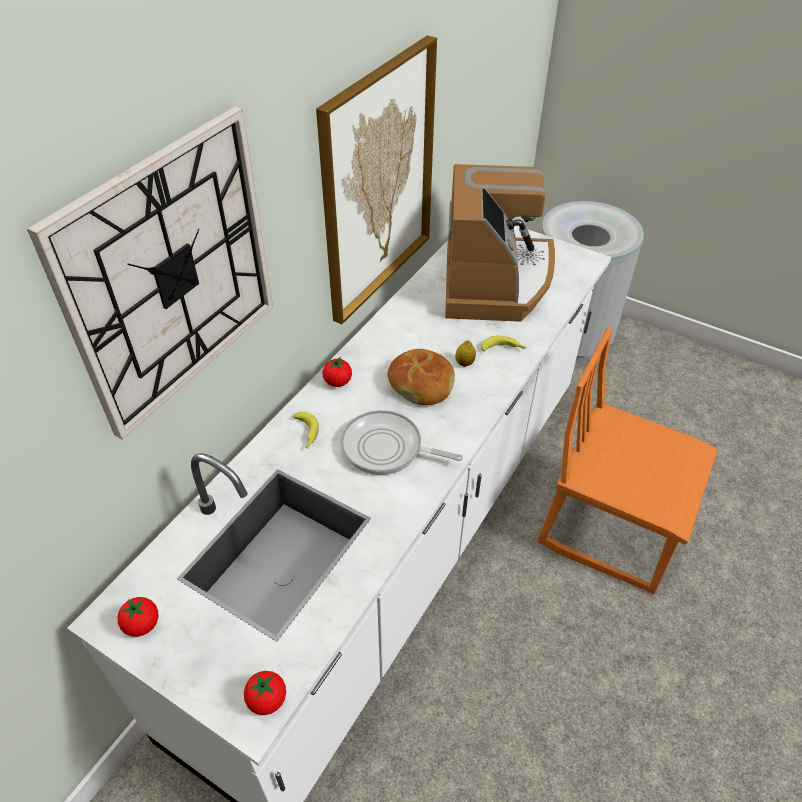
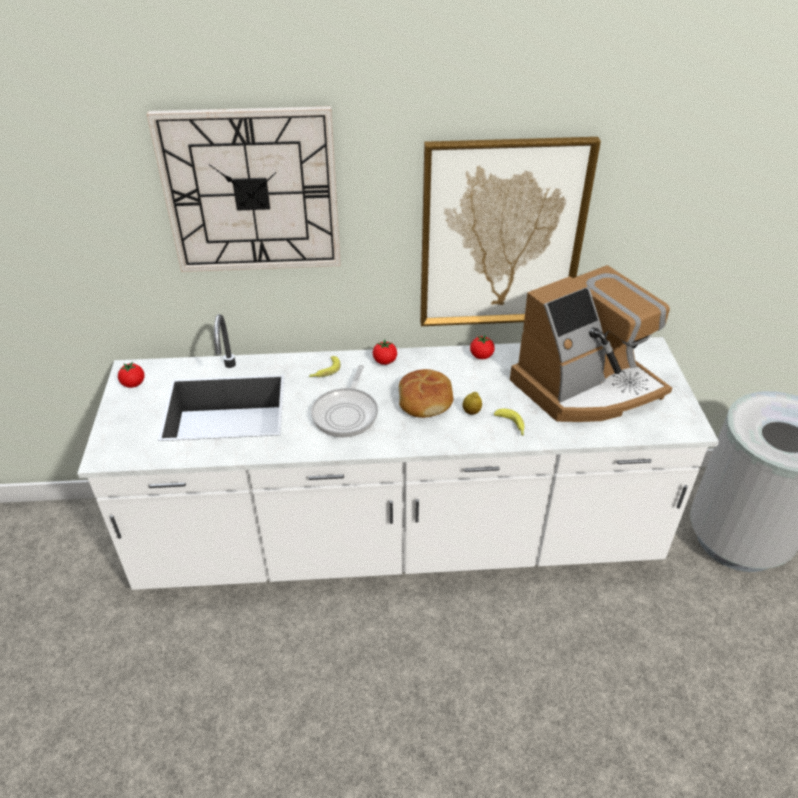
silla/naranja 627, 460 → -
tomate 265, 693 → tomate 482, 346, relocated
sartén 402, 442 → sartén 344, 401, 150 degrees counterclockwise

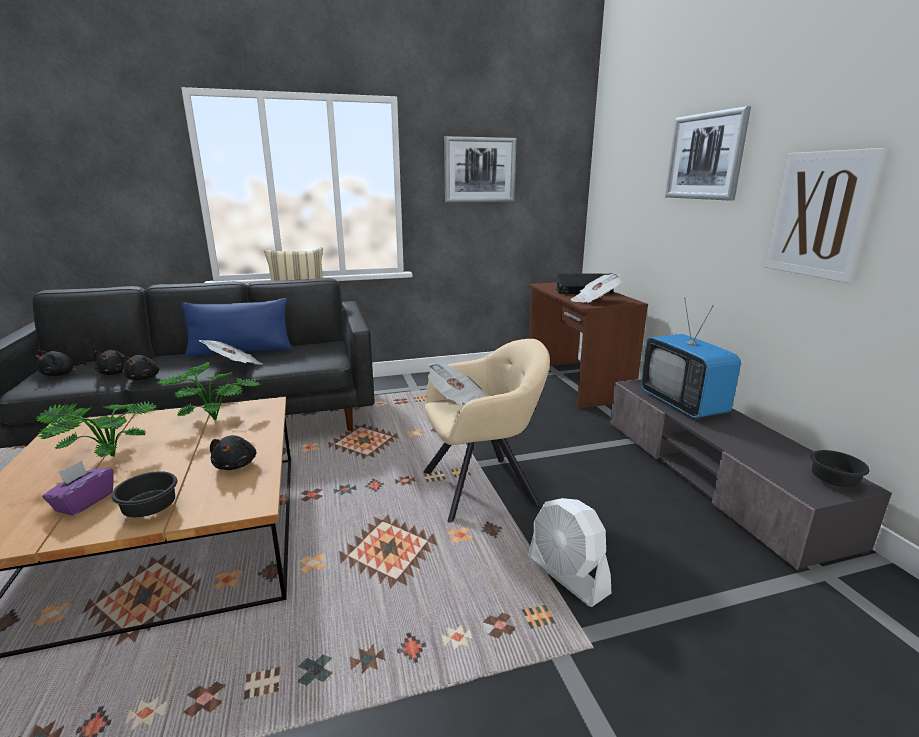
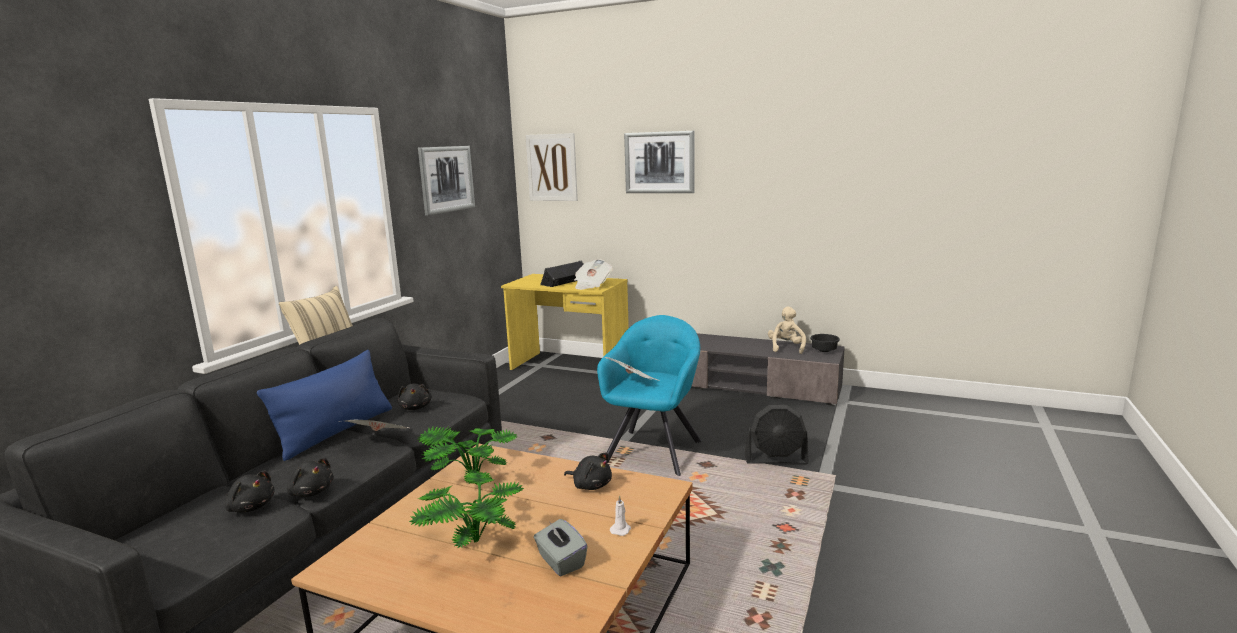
televisor 691, 358 → -
- → peluche/beis 787, 330
peluche/negro 61, 363 → peluche/negro 415, 397, relocated
cuadro 825, 215 → cuadro 551, 167, relocated
cuenco/negro 144, 494 → vela/blanco 620, 515
caja de pañuelos/morado 78, 488 → caja de pañuelos/gris 560, 547
sillón/beis 486, 431 → sillón/turquesa 649, 395
escritorio/marrón 588, 345 → escritorio/amarillo 565, 322
ventilador/blanco 569, 552 → ventilador/negro 776, 435

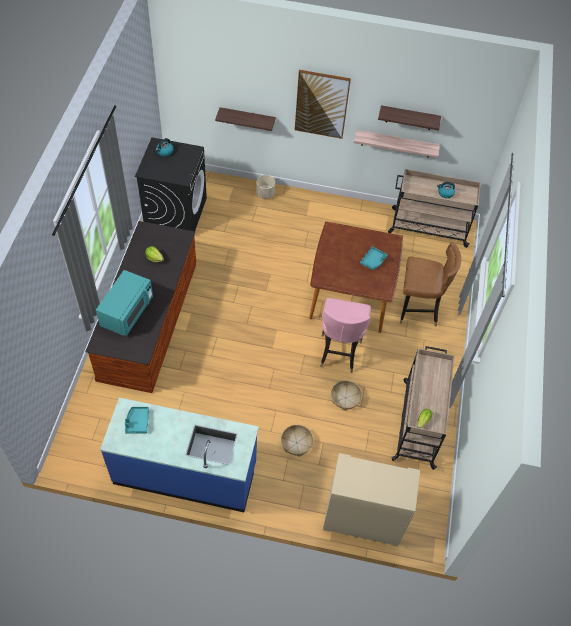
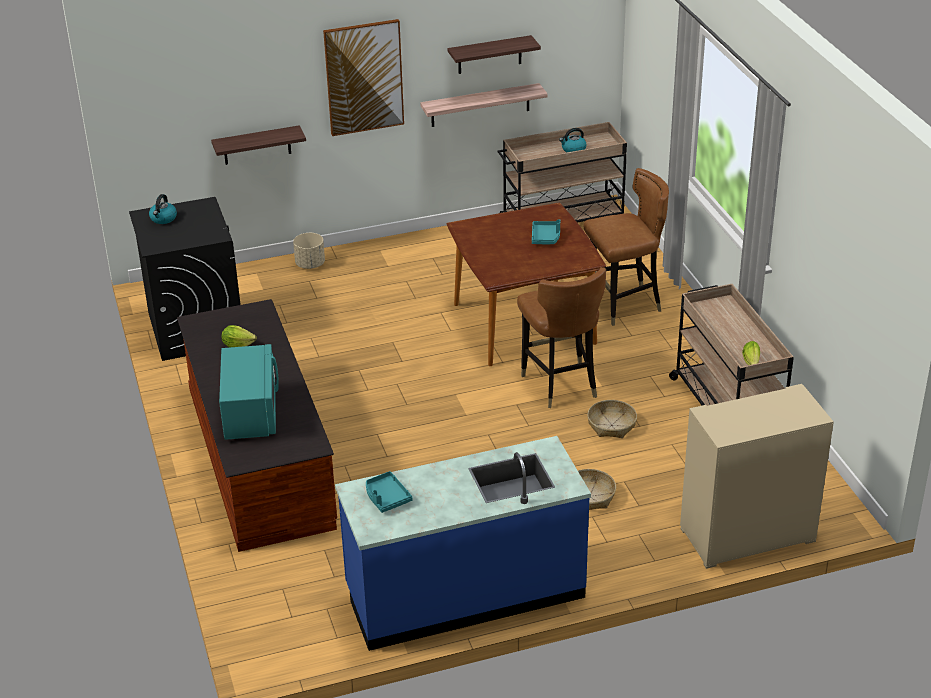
silla/rosa 345, 335 → silla/marrón 561, 337

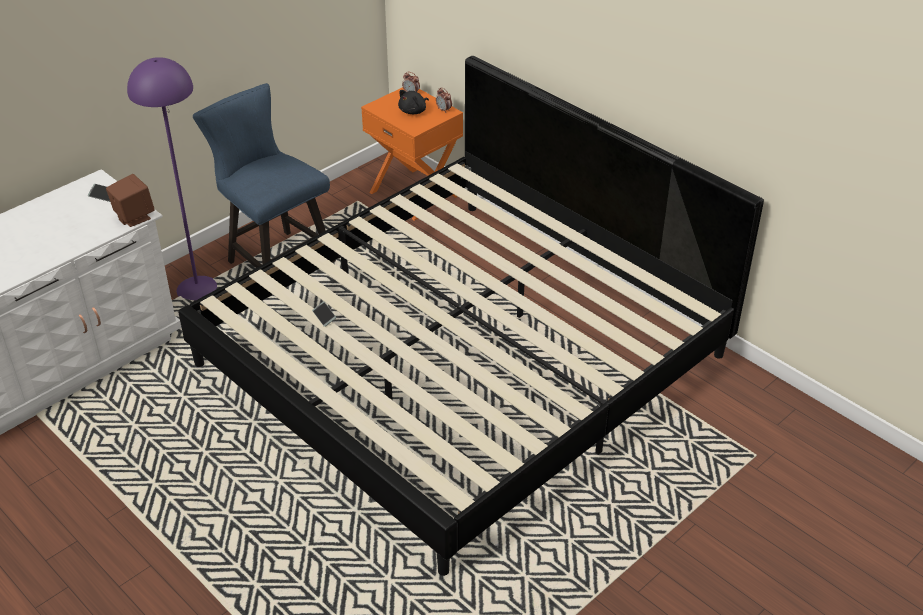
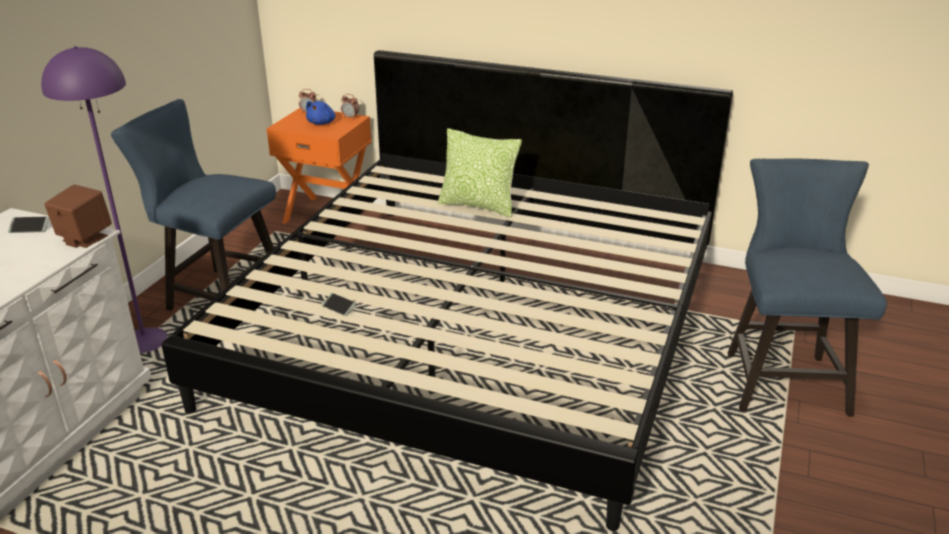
- → cojín 480, 172
- → silla/azul 807, 288
peluche/negro 413, 102 → peluche/azul 320, 113

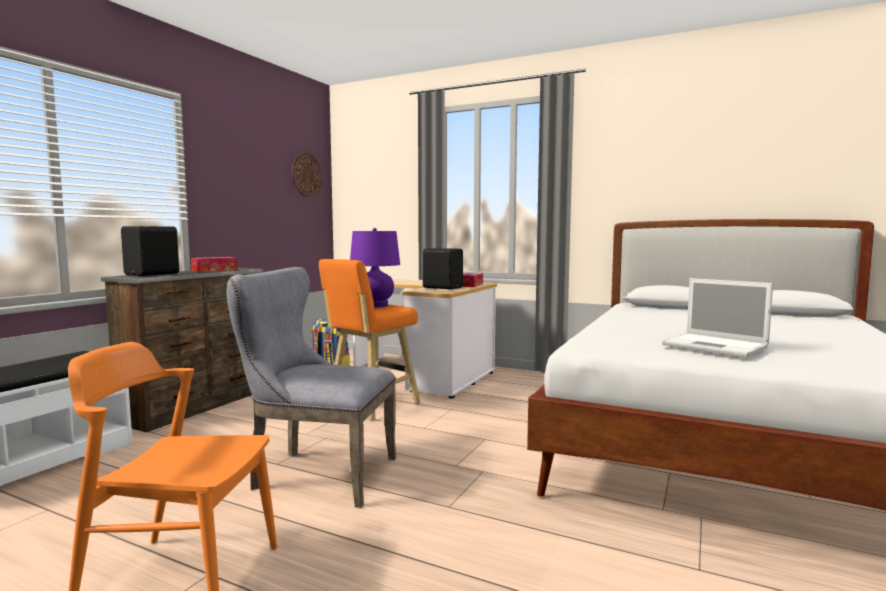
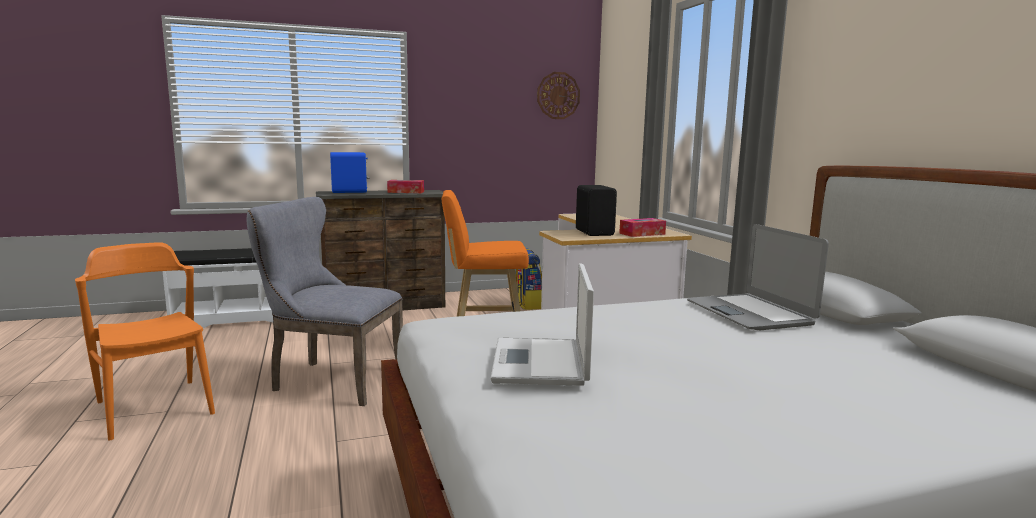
lámpara de mesa/morado 375, 267 → -
- → portátil 758, 277
altavoz/negro 150, 251 → altavoz/azul 349, 172
silla/gris 311, 387 → silla/gris 325, 301, 45 degrees counterclockwise

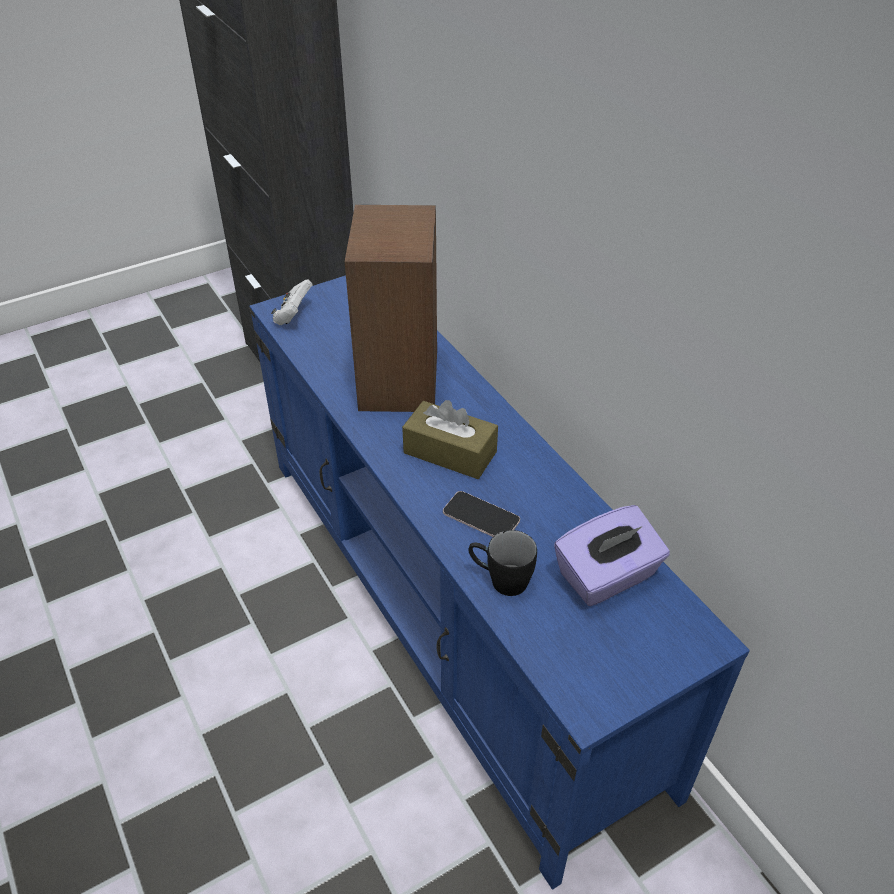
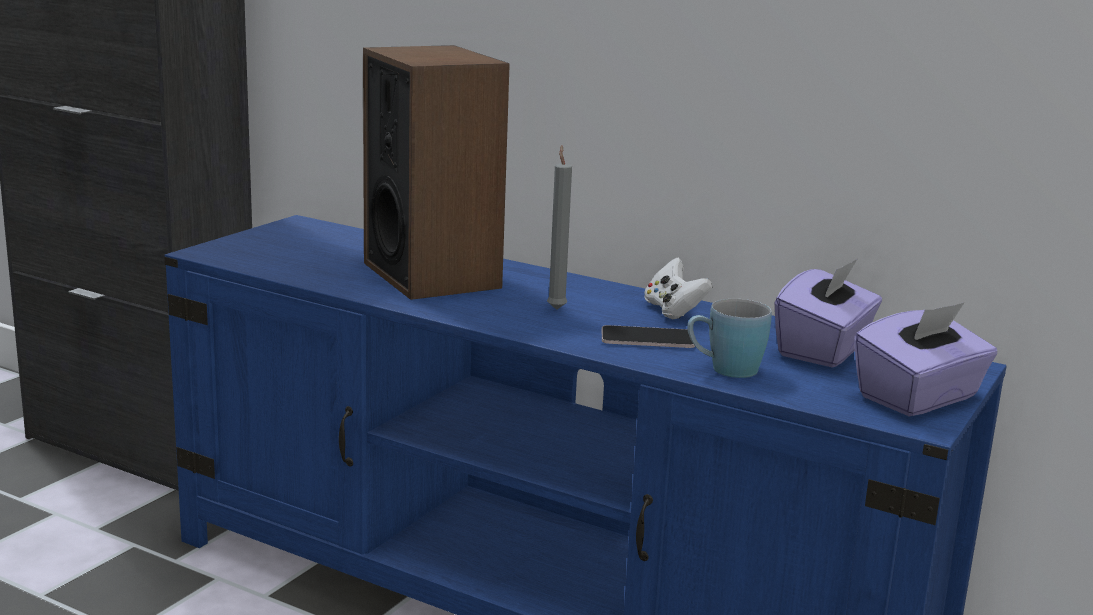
- → caja de pañuelos/morado 926, 359
mando de consola/blanco 291, 302 → mando de consola/blanco 678, 288, relocated
caja de pañuelos/marrón 450, 439 → vela/gris 559, 227
taza grande/negro 502, 563 → taza grande/azul 730, 338

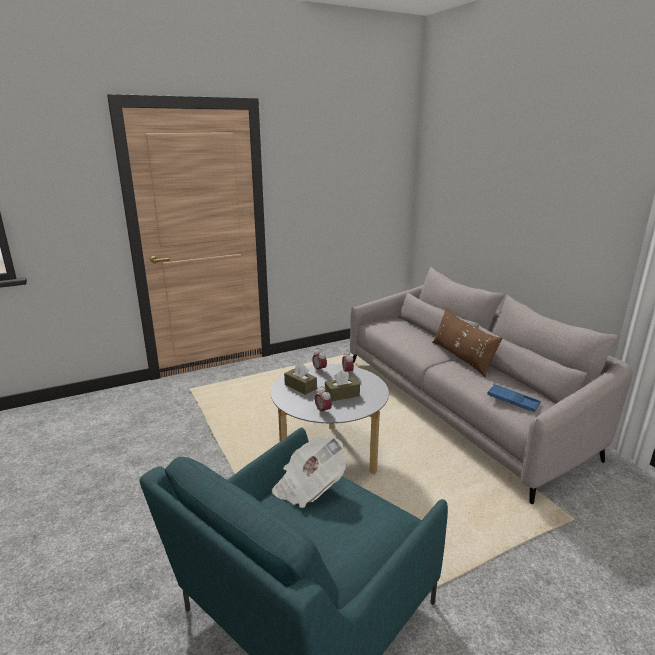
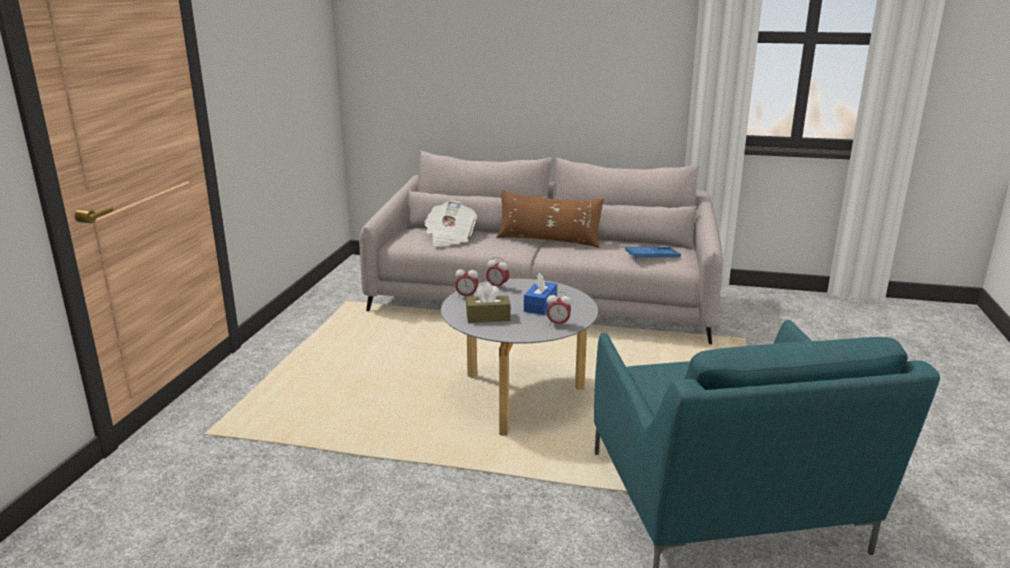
periódico 309, 472 → periódico 450, 224, relocated
caja de pañuelos/marrón 342, 385 → caja de pañuelos/azul 540, 293

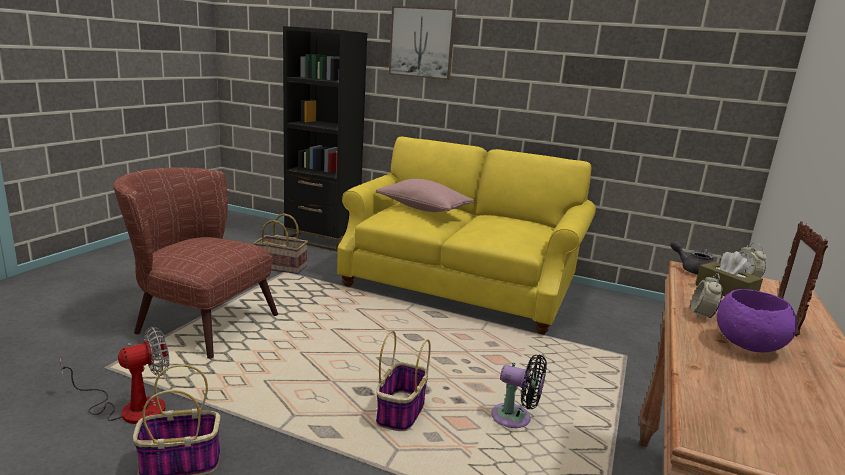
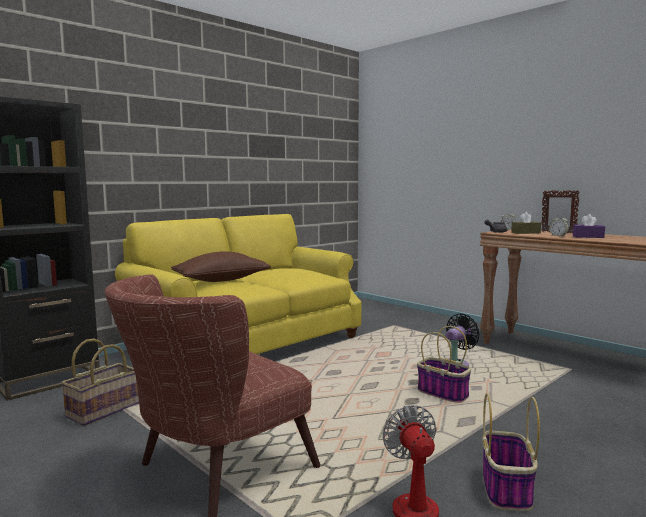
cuadro 422, 43 → -
cuenco/morado 757, 320 → caja de pañuelos/morado 589, 226
cojín/rosa 425, 195 → cojín/marrón 221, 266

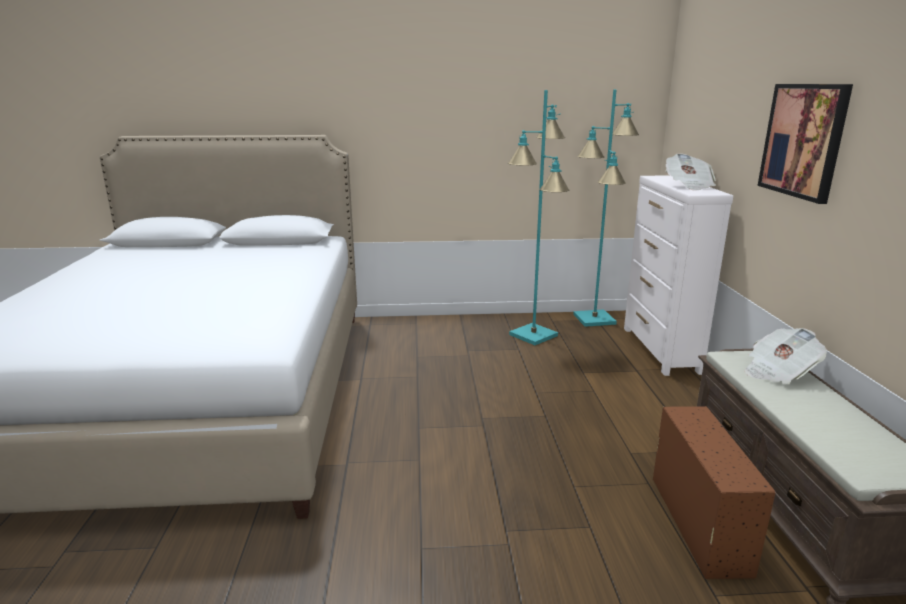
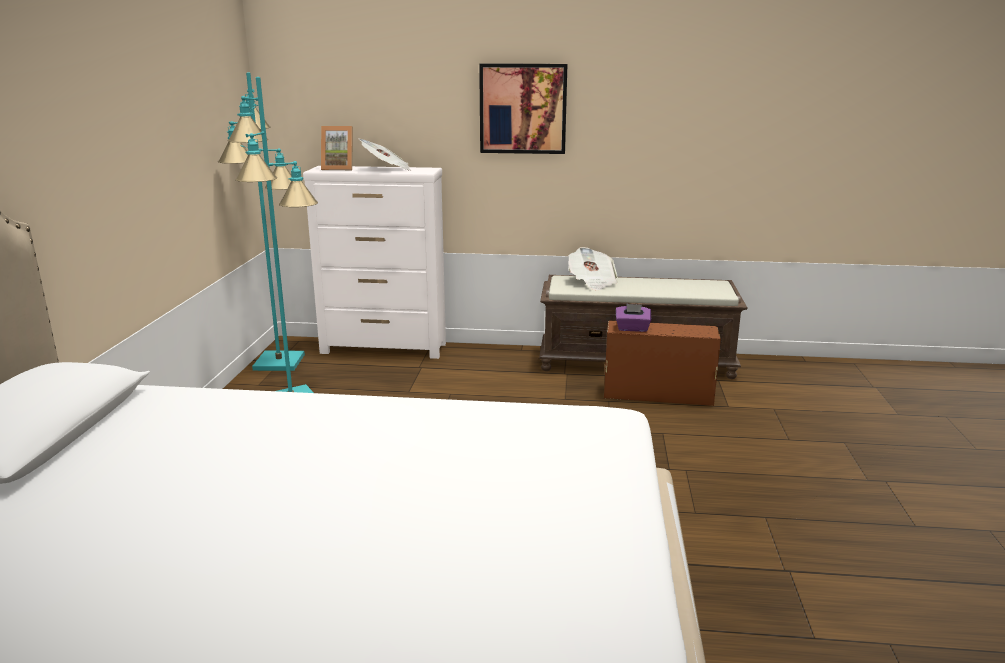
- → portarretratos 337, 148
- → caja de pañuelos/morado 633, 318

